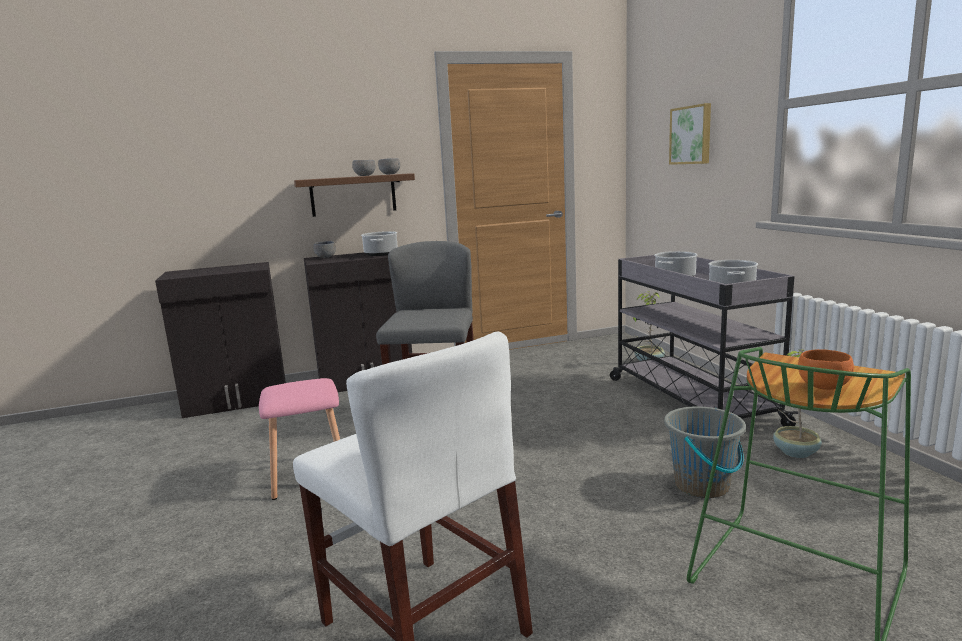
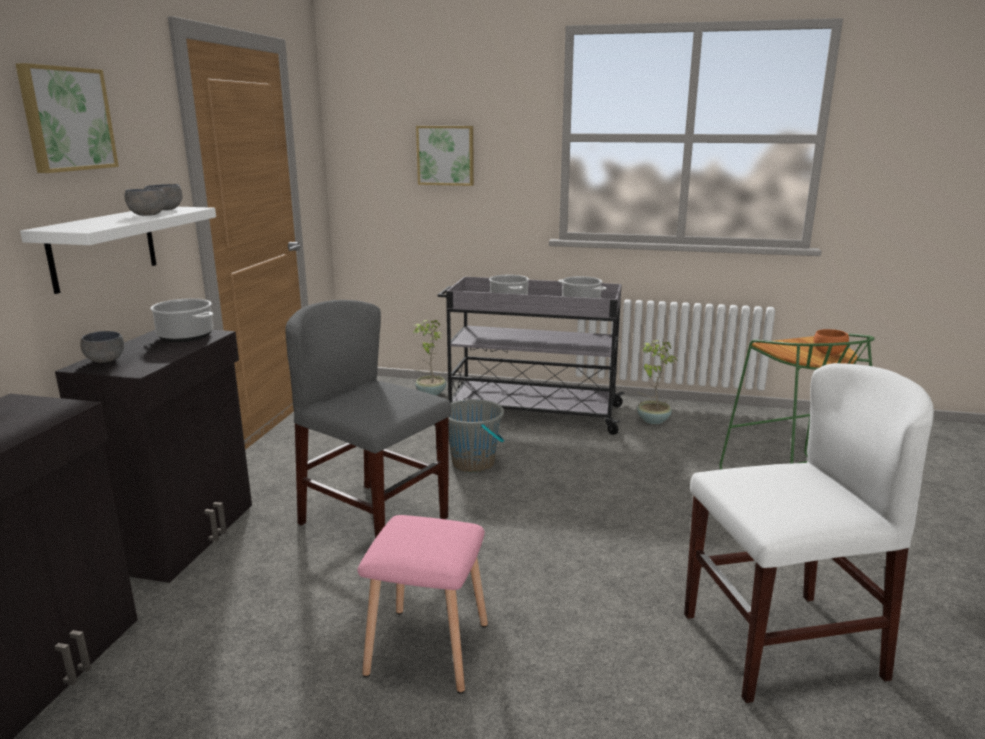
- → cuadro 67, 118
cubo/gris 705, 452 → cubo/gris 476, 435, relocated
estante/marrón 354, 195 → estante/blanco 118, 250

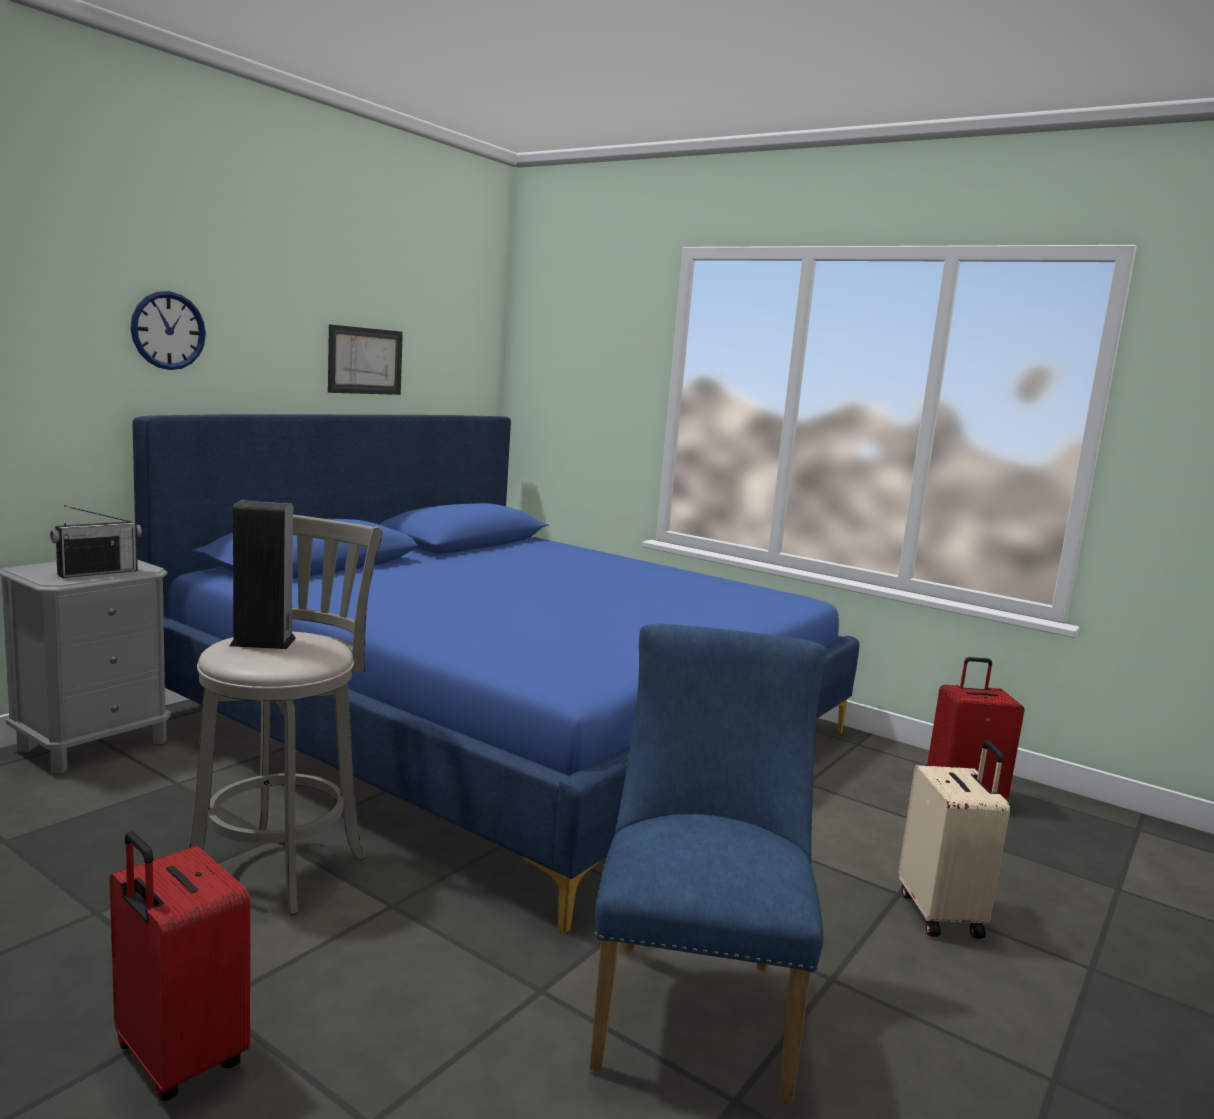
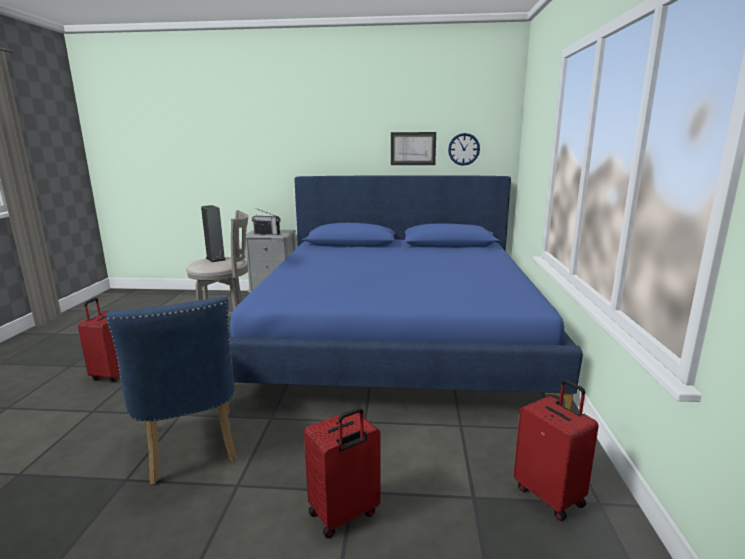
reloj de pared 168, 330 → reloj de pared 464, 149, relocated
maleta/beis 954, 840 → maleta/rojo 342, 473
silla/azul 707, 863 → silla/azul 171, 390, 90 degrees clockwise

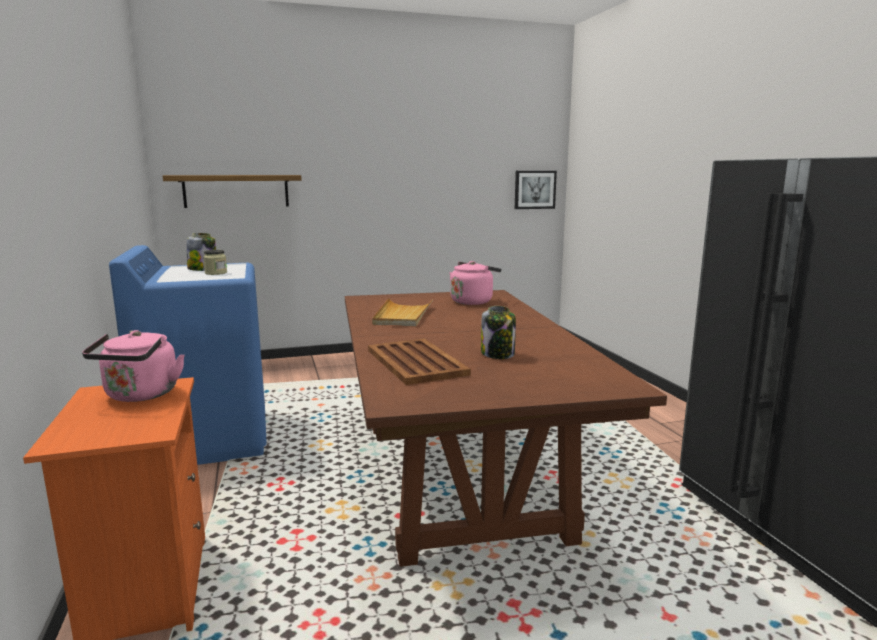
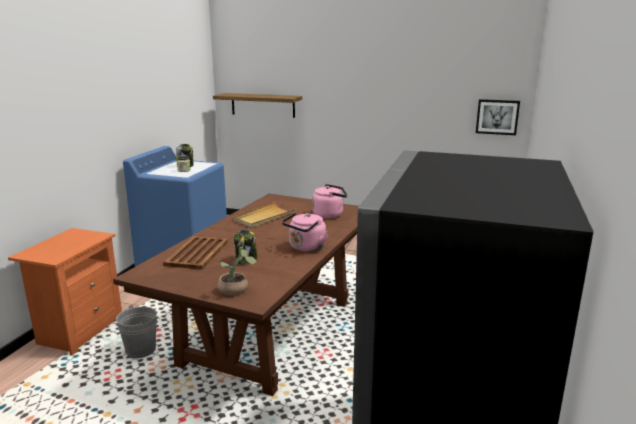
- → cubo/gris 136, 331
- → planta en maceta 237, 268
hervidor/rosa 133, 366 → hervidor/rosa 305, 232, relocated

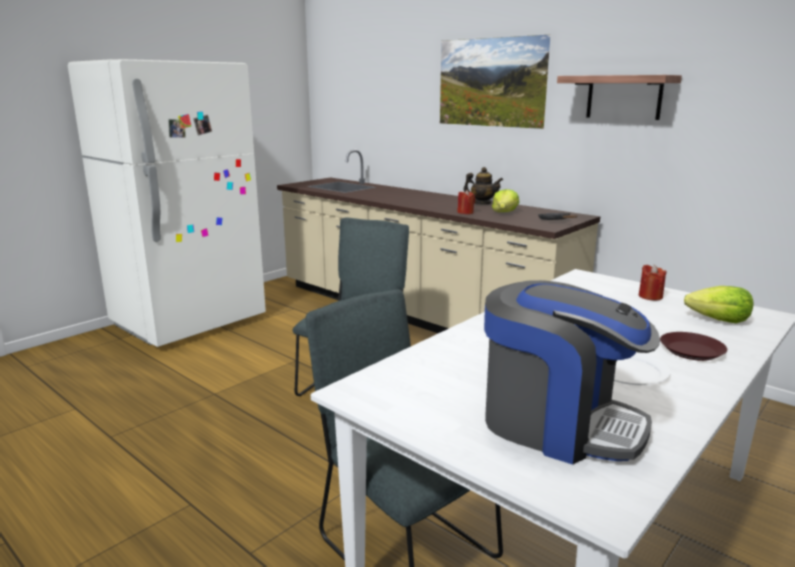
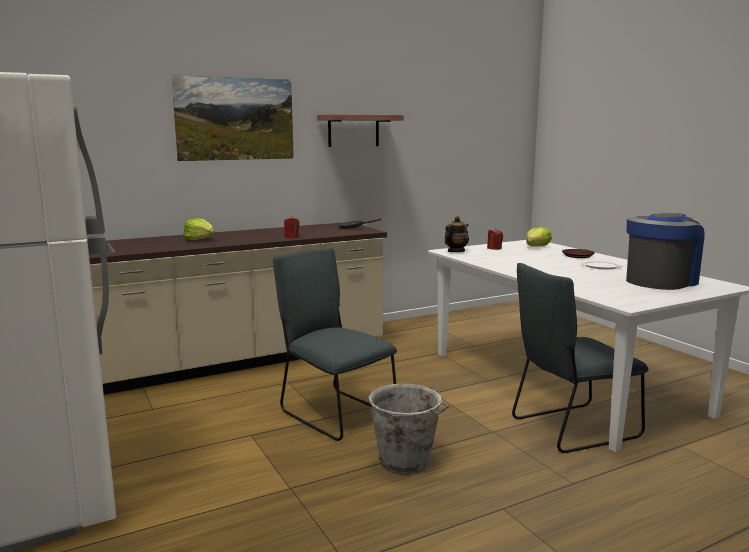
- → cubo/gris 408, 429
tetera 483, 185 → tetera 457, 234, relocated
lechuga 505, 200 → lechuga 199, 229, relocated

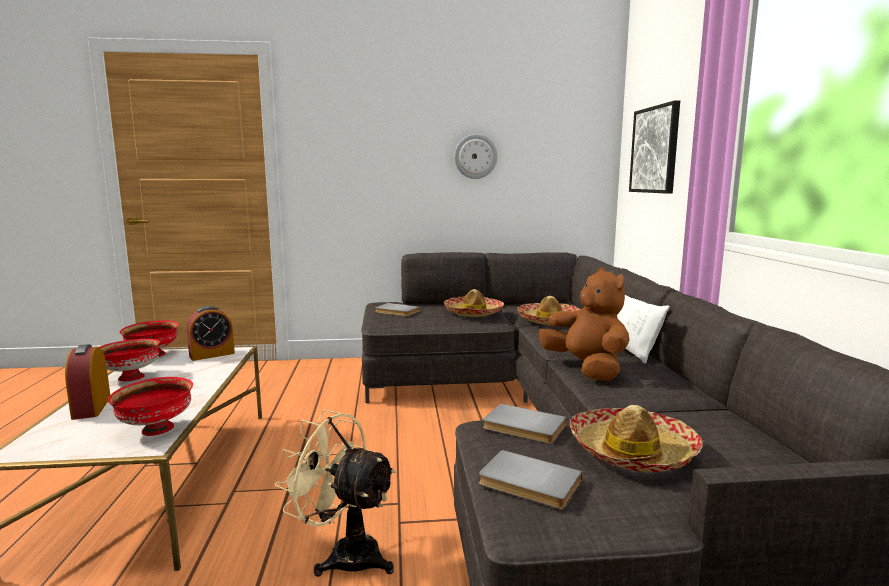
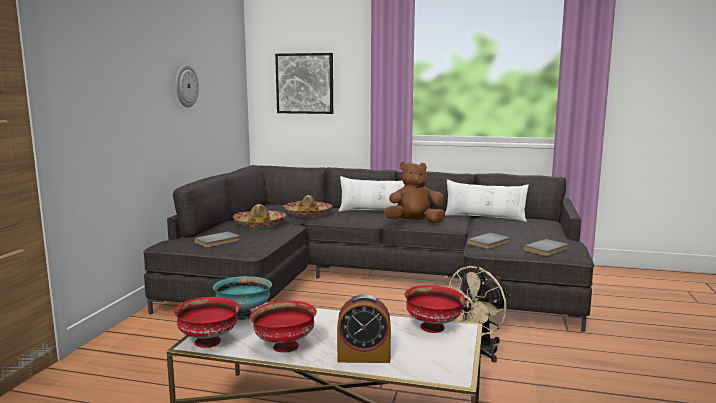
sombrero 636, 439 → -
- → cojín/blanco 487, 201
despertador 211, 333 → cuenco/turquesa 242, 298

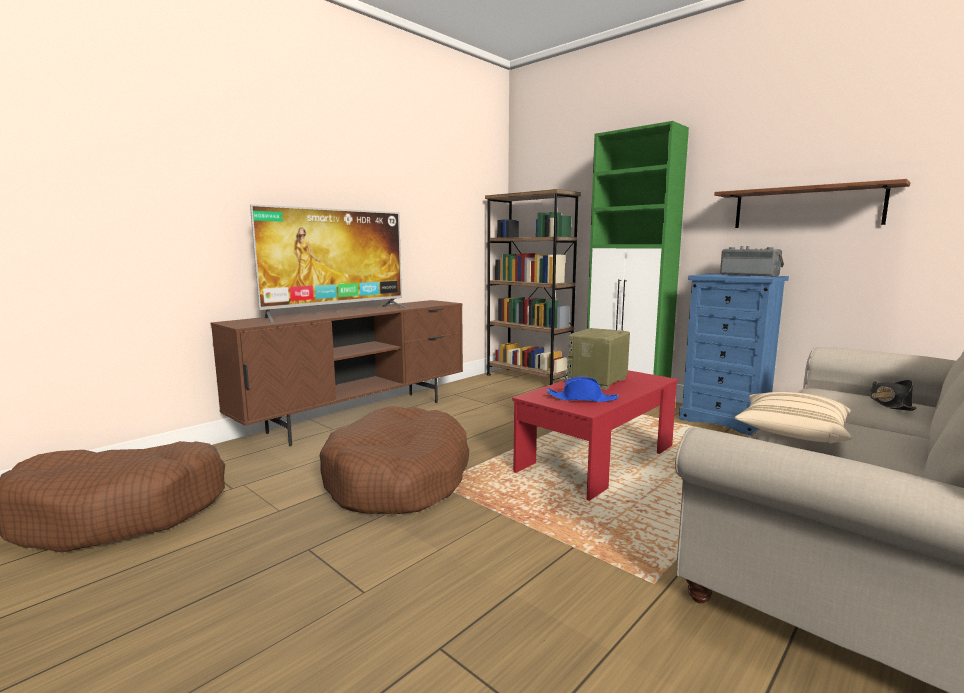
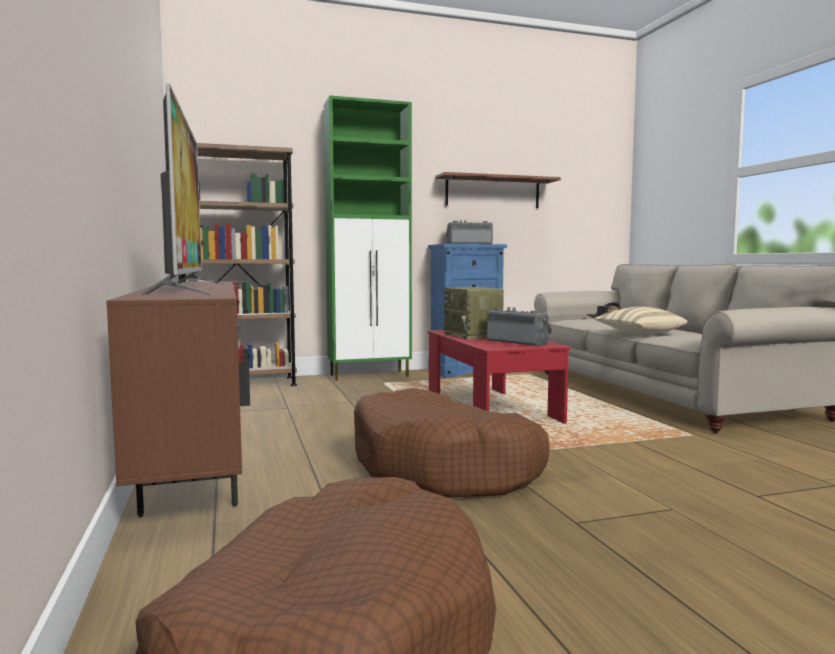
sombrero/azul 582, 389 → radio 520, 326

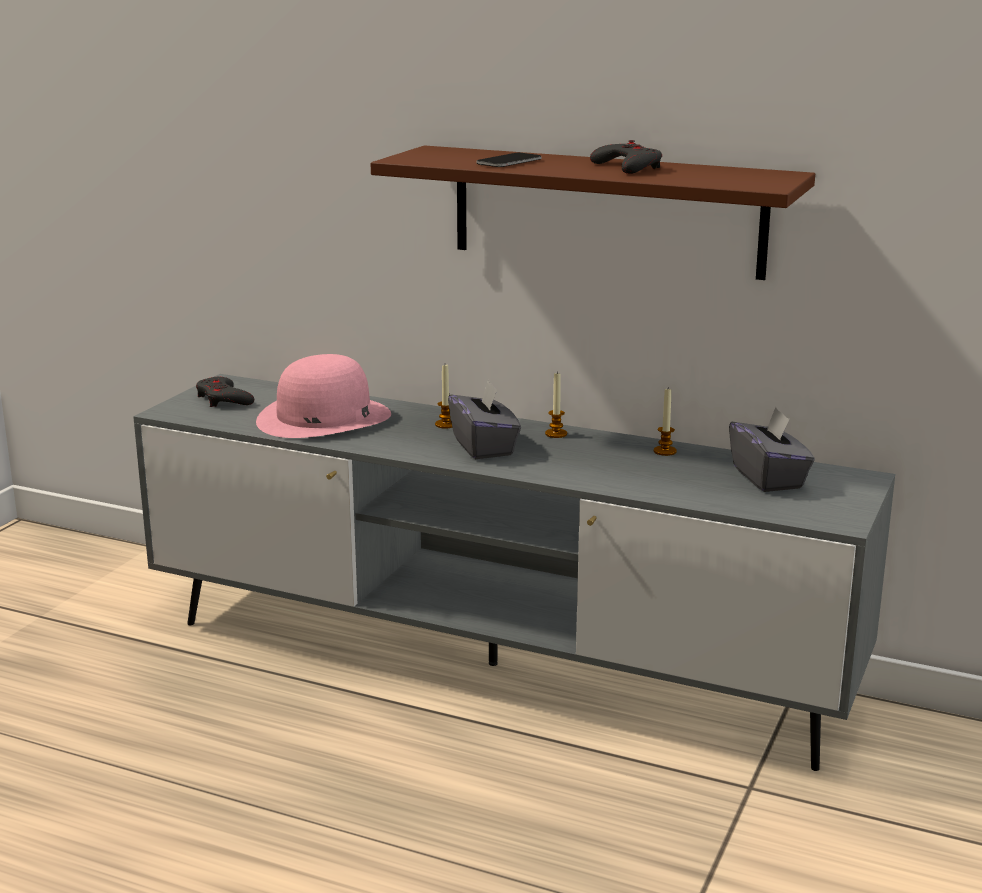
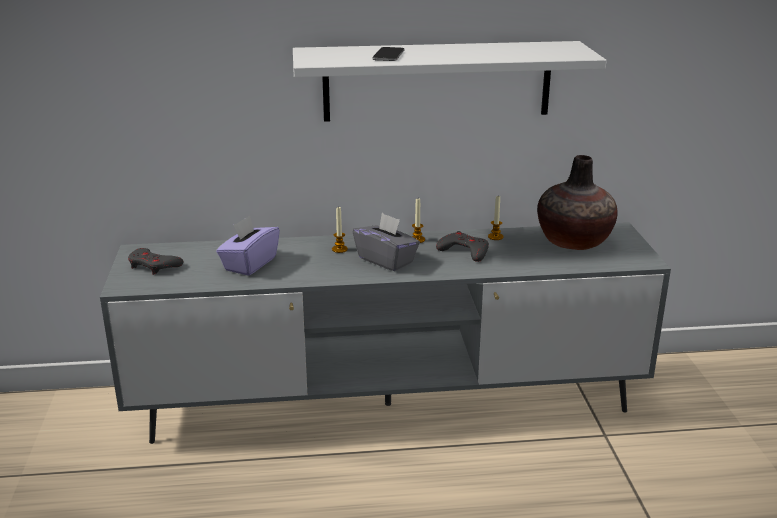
mando de consola/gris 626, 157 → mando de consola/gris 462, 246, relocated
sombrero/rosa 323, 396 → caja de pañuelos/morado 248, 245
caja de pañuelos/gris 772, 449 → florero 577, 202
estante/marrón 593, 212 → estante/blanco 450, 81

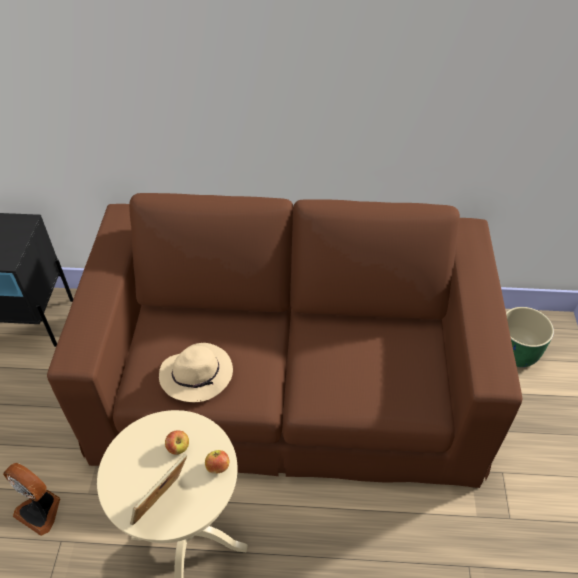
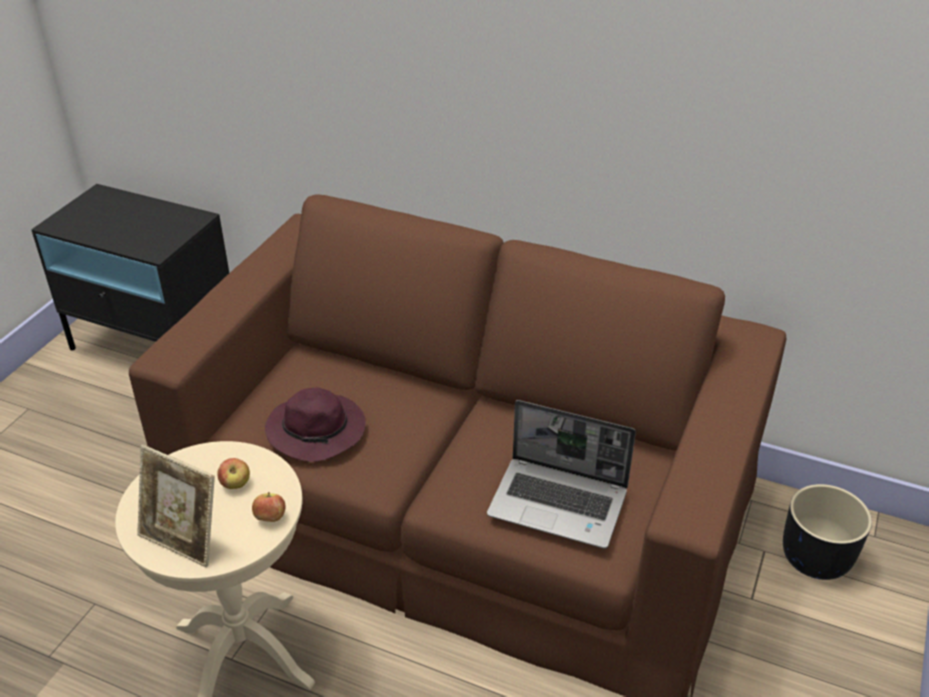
ventilador 31, 499 → -
- → portátil 561, 474
sombrero/beis 196, 372 → sombrero/morado 315, 425
maceta/verde 530, 337 → maceta/negro 827, 532
portarretratos 158, 489 → portarretratos 176, 506, 120 degrees counterclockwise

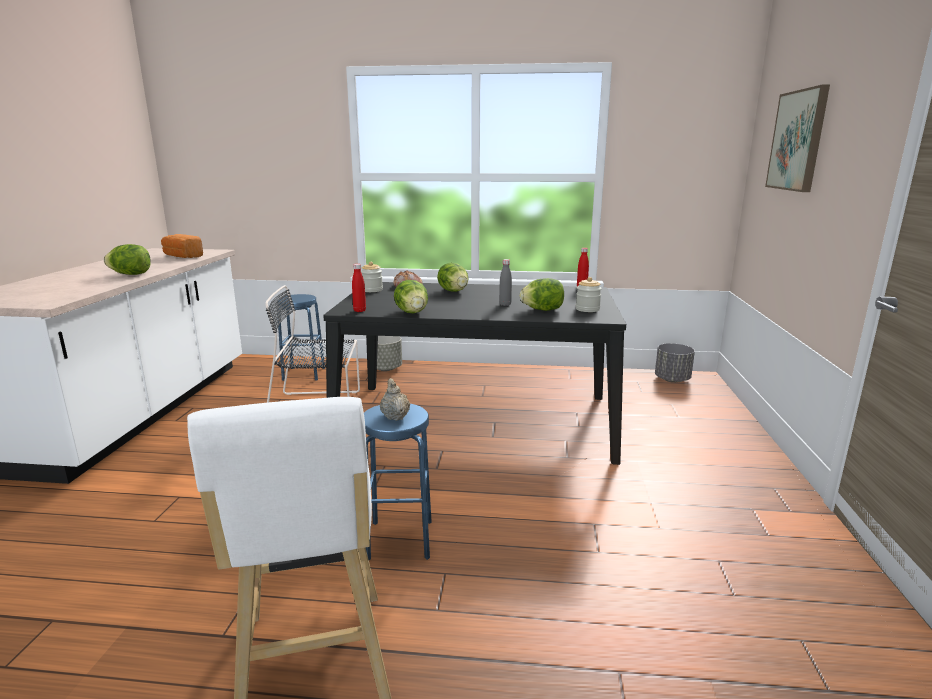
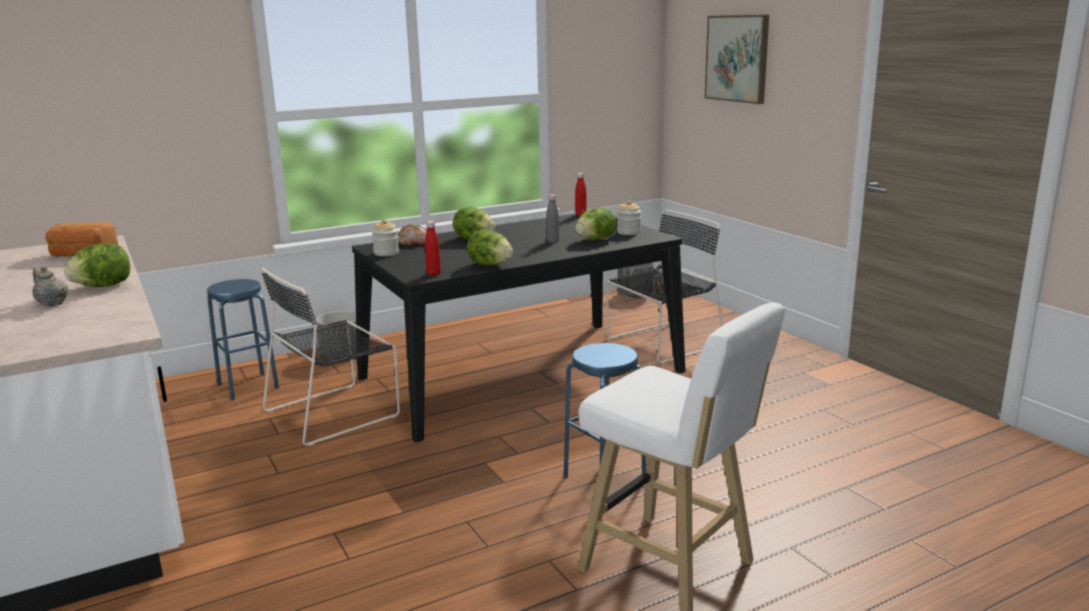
- → silla/negro 664, 287
tetera/beis 395, 399 → tetera/beis 50, 286, relocated

